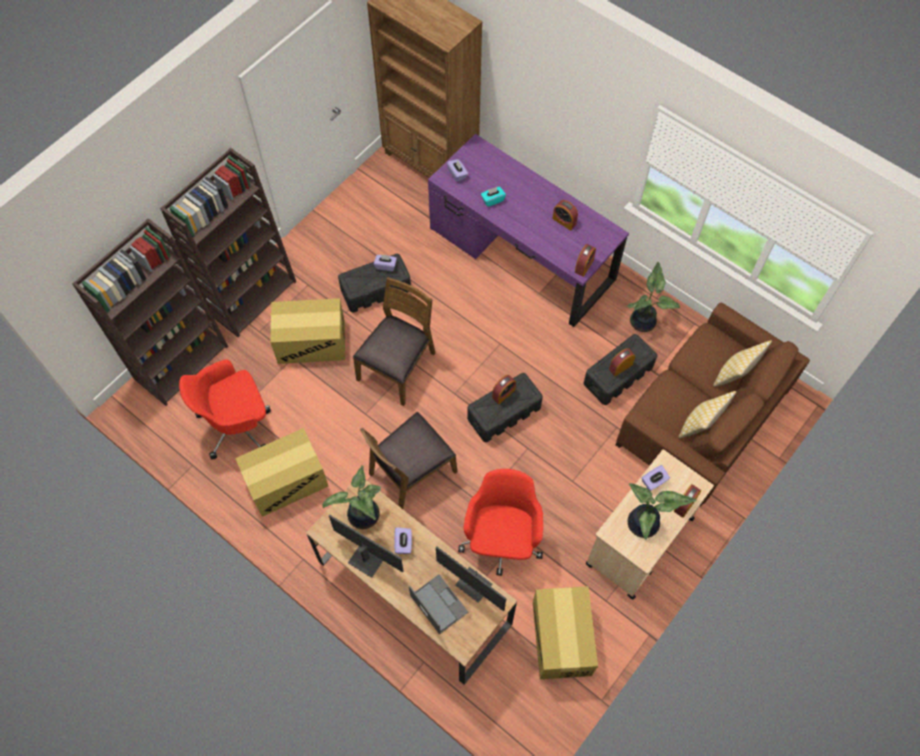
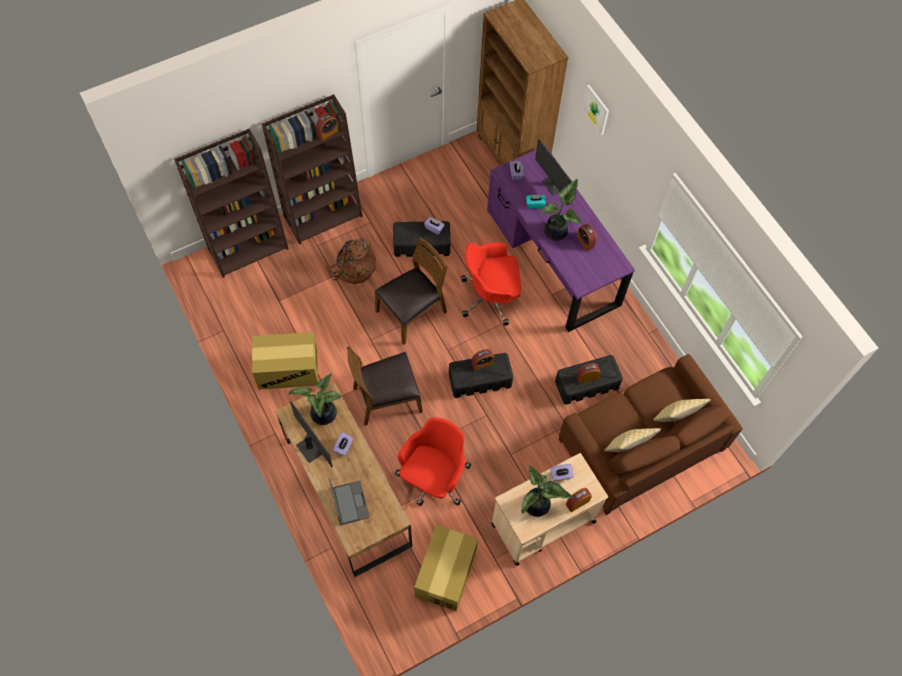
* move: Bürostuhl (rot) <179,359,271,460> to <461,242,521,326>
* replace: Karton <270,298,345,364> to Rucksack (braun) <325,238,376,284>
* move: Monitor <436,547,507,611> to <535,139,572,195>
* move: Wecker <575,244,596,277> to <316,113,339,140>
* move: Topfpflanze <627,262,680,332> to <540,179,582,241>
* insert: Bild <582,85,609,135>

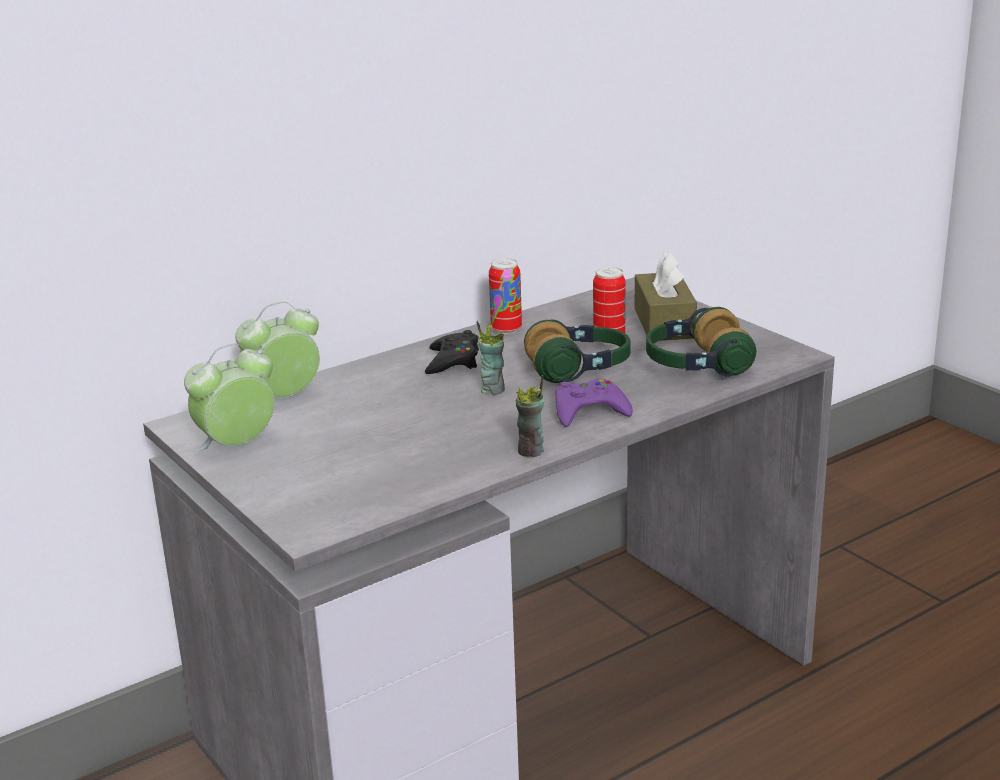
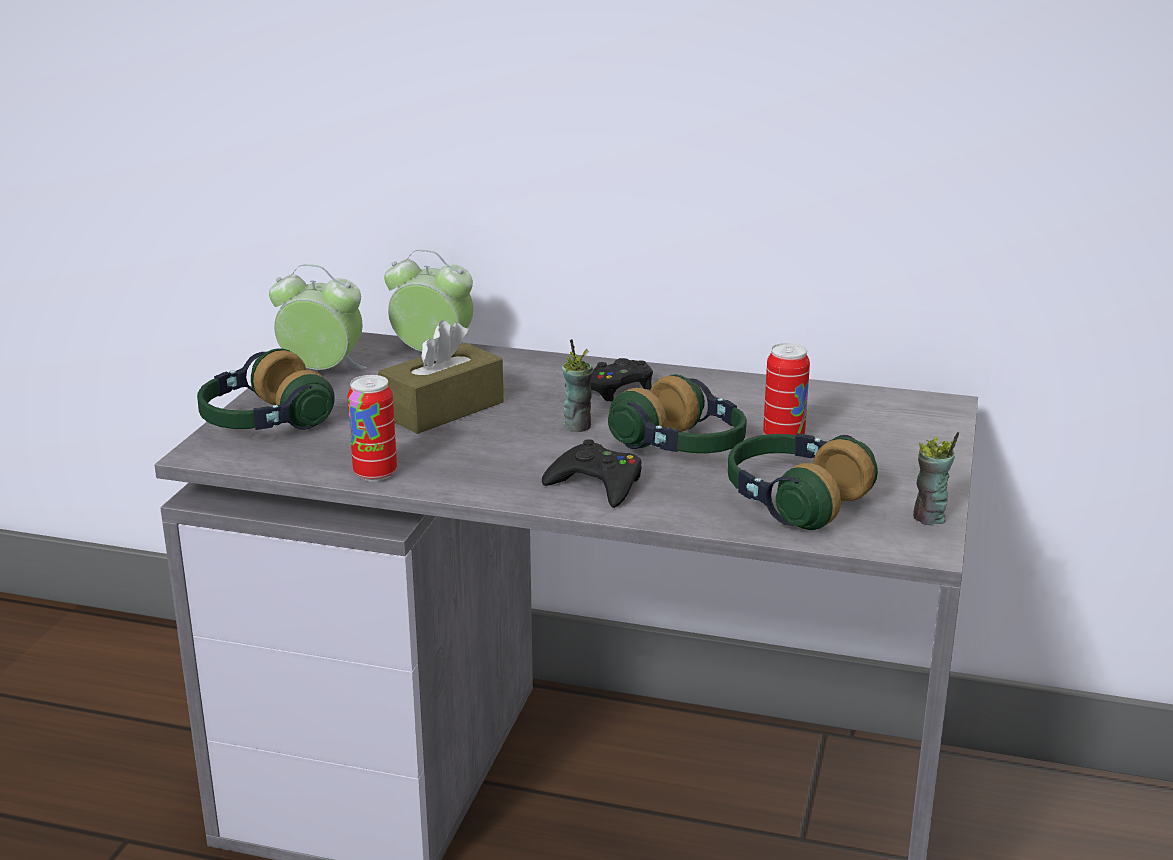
* move: Dose <489,258,522,334> to <347,375,397,481>
* move: Tasse <516,376,545,457> to <913,432,959,526>
* recolor: Gamepad (lila) <555,379,633,427> to Gamepad (schwarz) <542,439,642,508>
* move: Taschentuchbox (braun) <635,252,697,341> to <378,320,504,434>
* insert: Kopfhörer <197,348,335,430>

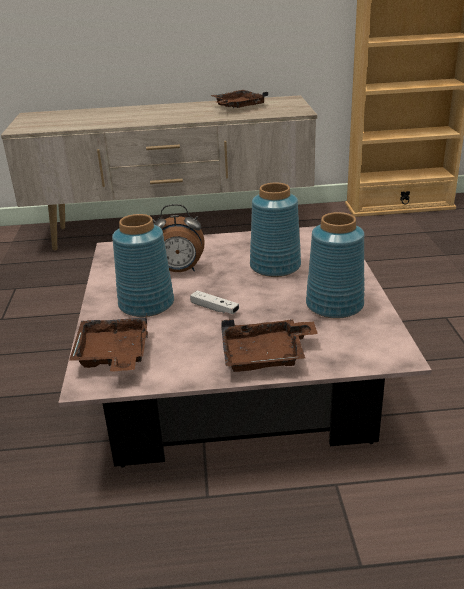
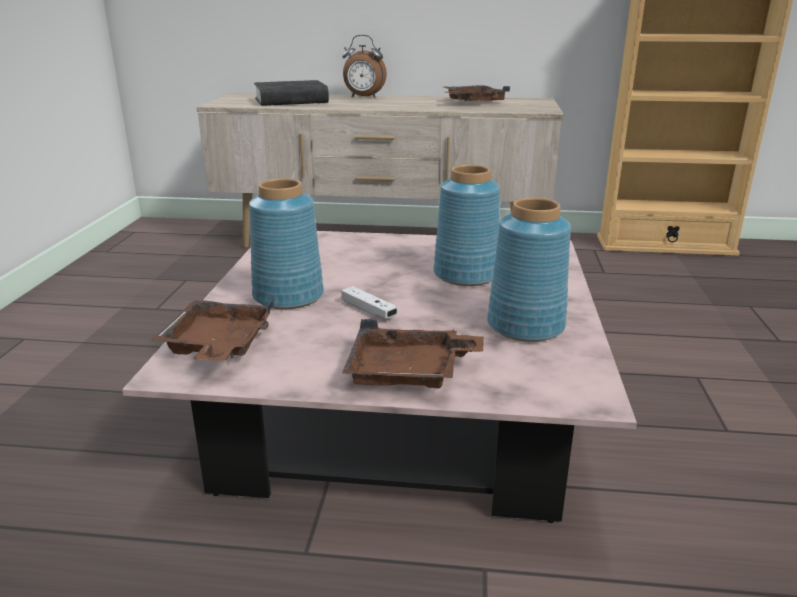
* move: Wecker <153,204,205,272> to <342,35,387,98>
* insert: Buch (schwarz) <254,80,329,106>

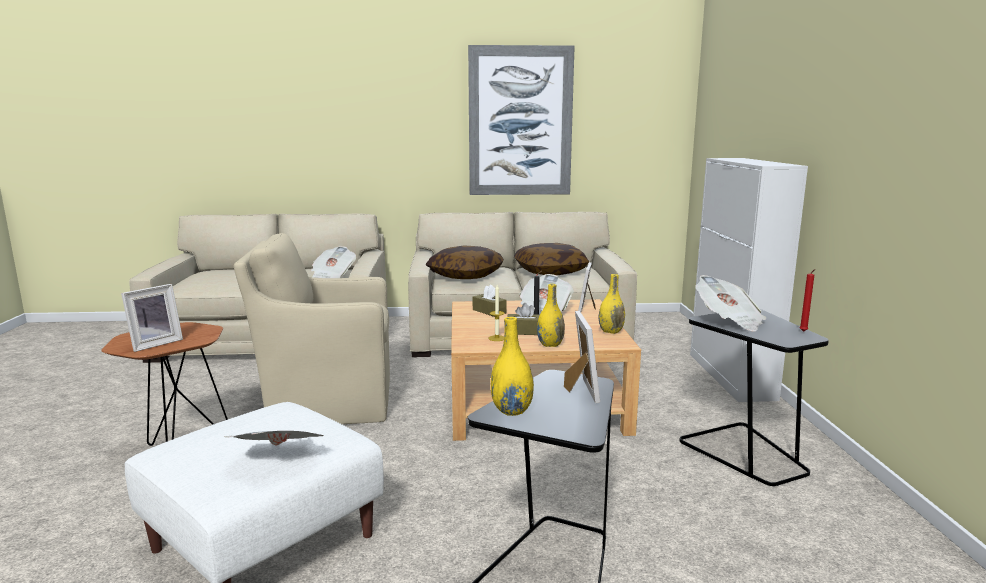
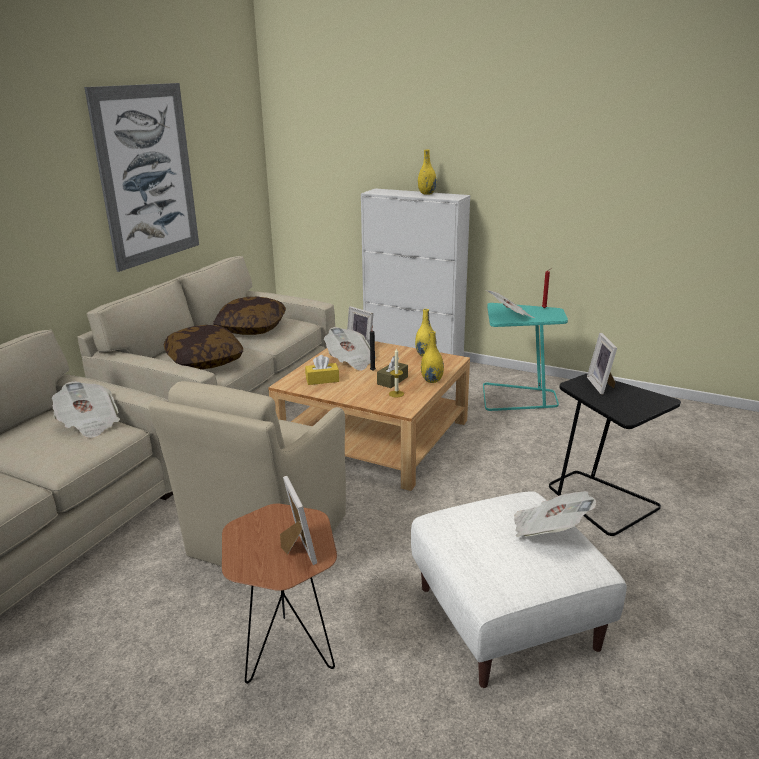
* recolor: Taschentuchbox (braun) <473,285,506,317> to Taschentuchbox (gelb) <305,355,339,385>
* move: Vase (gelb) <491,317,534,416> to <418,150,437,195>
* rotate: Bilderrahmen <564,310,600,403> = <587,333,617,395> 120 degrees counterclockwise
* recolor: Beistelltisch (schwarz) <679,309,829,486> to Beistelltisch (türkis) <483,303,568,411>

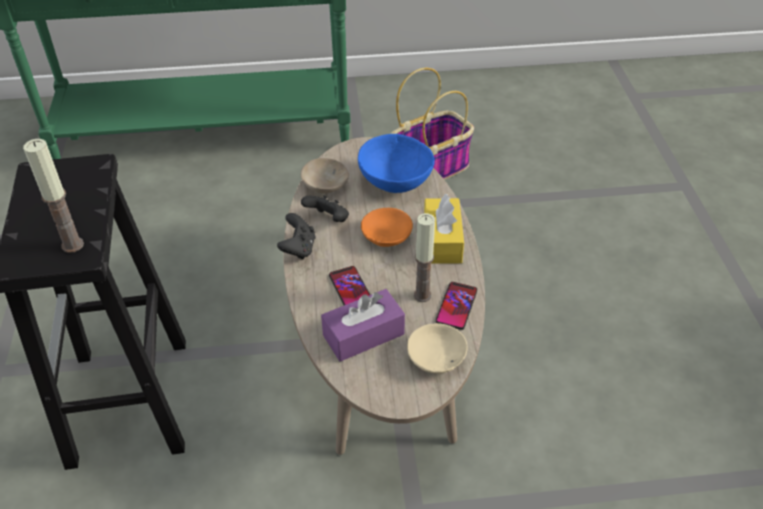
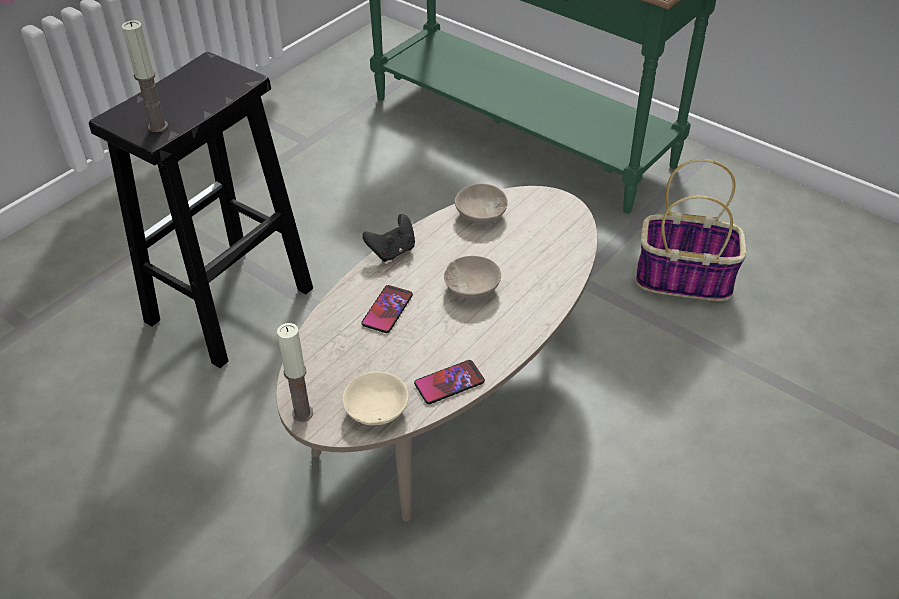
* delete: Gamepad (schwarz) <301,195,349,222>
* delete: Taschentuchbox (lila) <321,289,405,362>
* delete: Schüssel (blau) <358,134,435,193>
* recolor: Schüssel (orange) <361,208,413,247> to Schüssel (beige) <444,256,501,299>
* move: Kerze <414,213,435,302> to <277,323,313,422>
* delete: Taschentuchbox (gelb) <424,194,464,264>

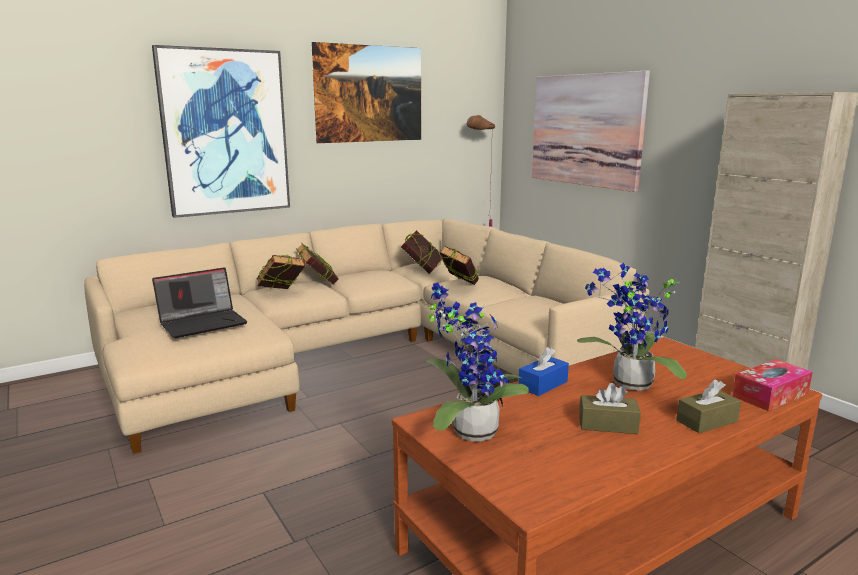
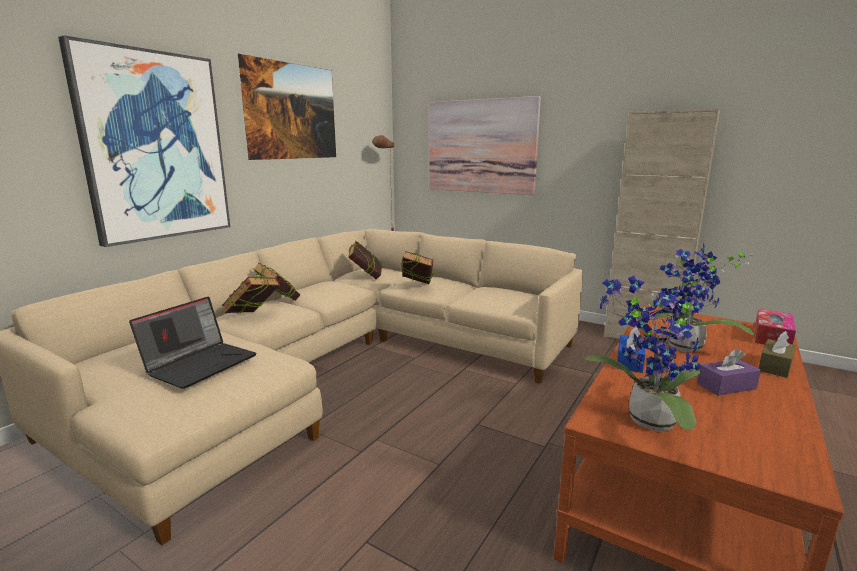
* recolor: Taschentuchbox (braun) <579,383,641,434> to Taschentuchbox (lila) <697,349,761,396>

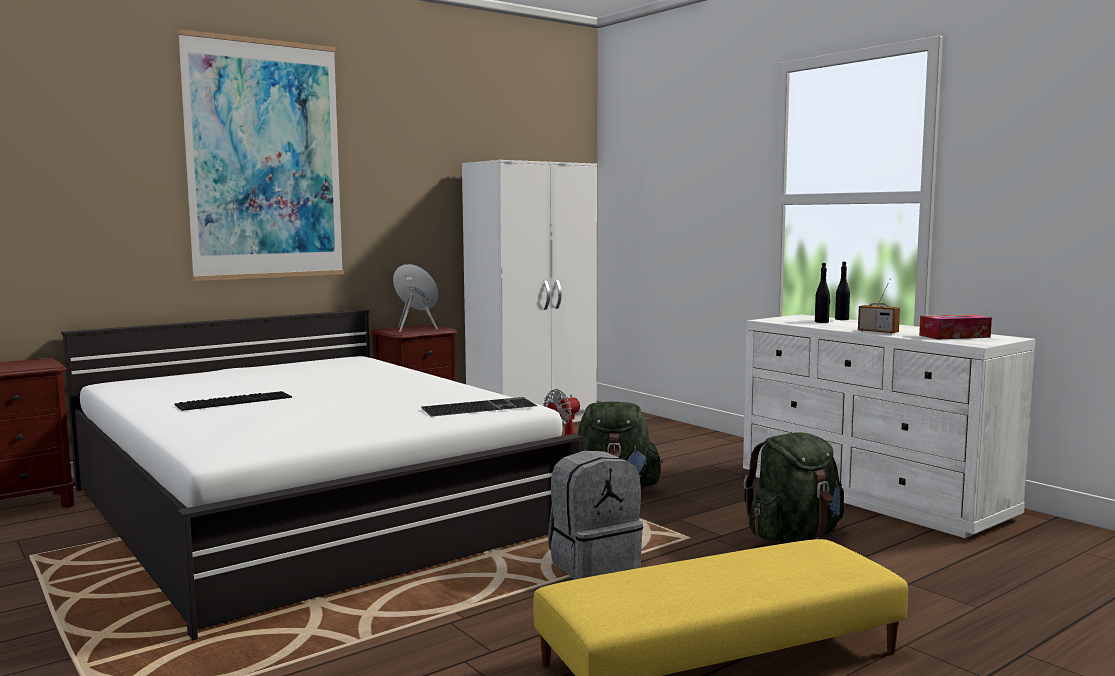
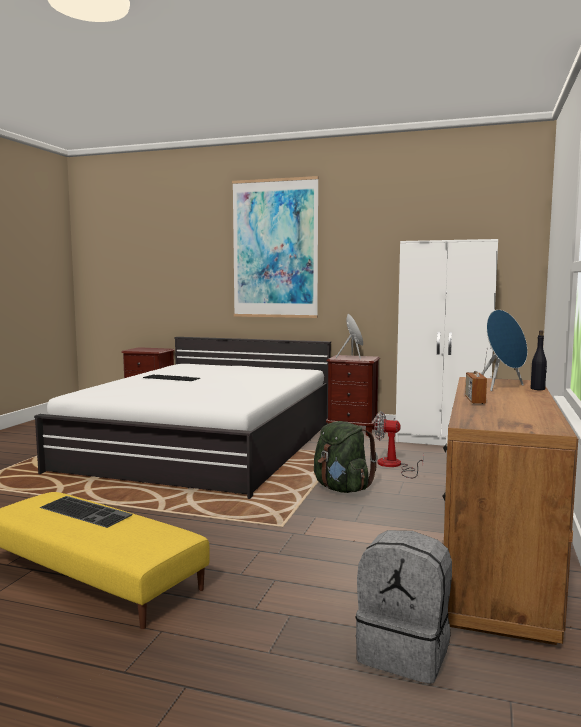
* move: Tastatur <421,397,537,417> to <39,496,132,528>
* move: Rucksack (grau) <548,450,643,580> to <356,530,452,684>
* recolor: Kommode (weiß) <743,314,1035,538> to Kommode (braun) <443,377,578,645>
* delete: Rucksack (grün) <743,432,844,543>
* replace: Flasche (schwarz) <815,263,830,323> to Lautsprecher (blau) <481,310,527,391>
* delete: Taschentuchbox <919,314,992,339>

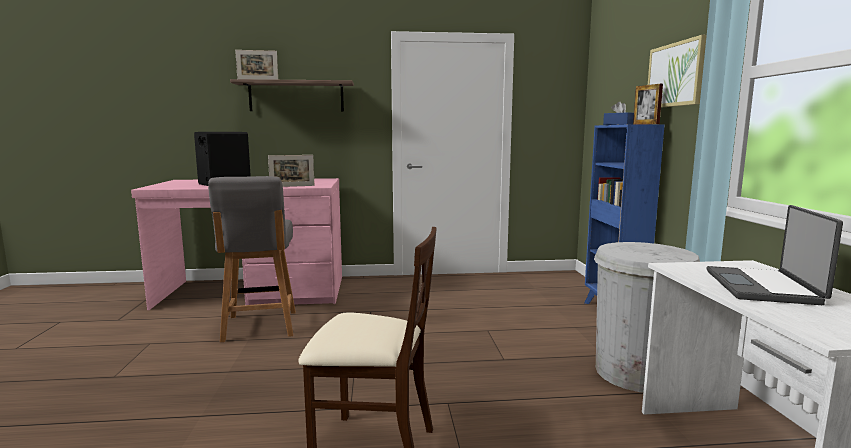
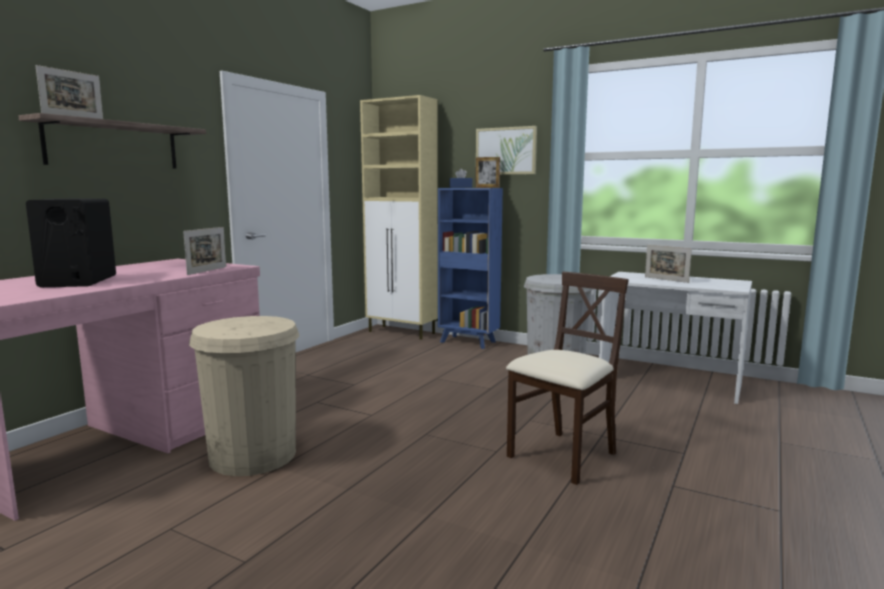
* replace: Stuhl (grau) <208,176,296,342> to Mülleimer (beige) <189,316,300,476>
* replace: Laptop <707,205,843,305> to Bilderrahmen <645,245,692,283>
* insert: Schrank (beige) <360,95,438,340>

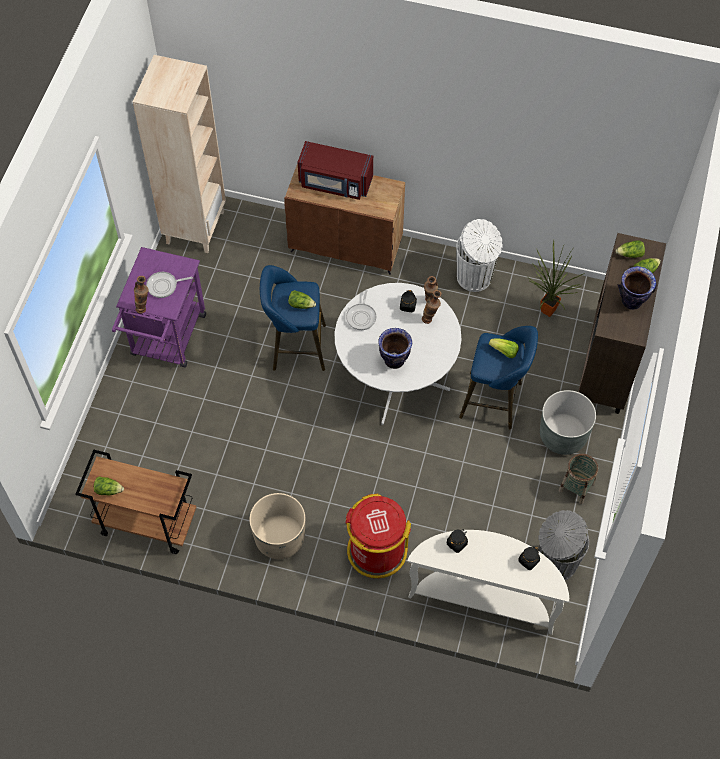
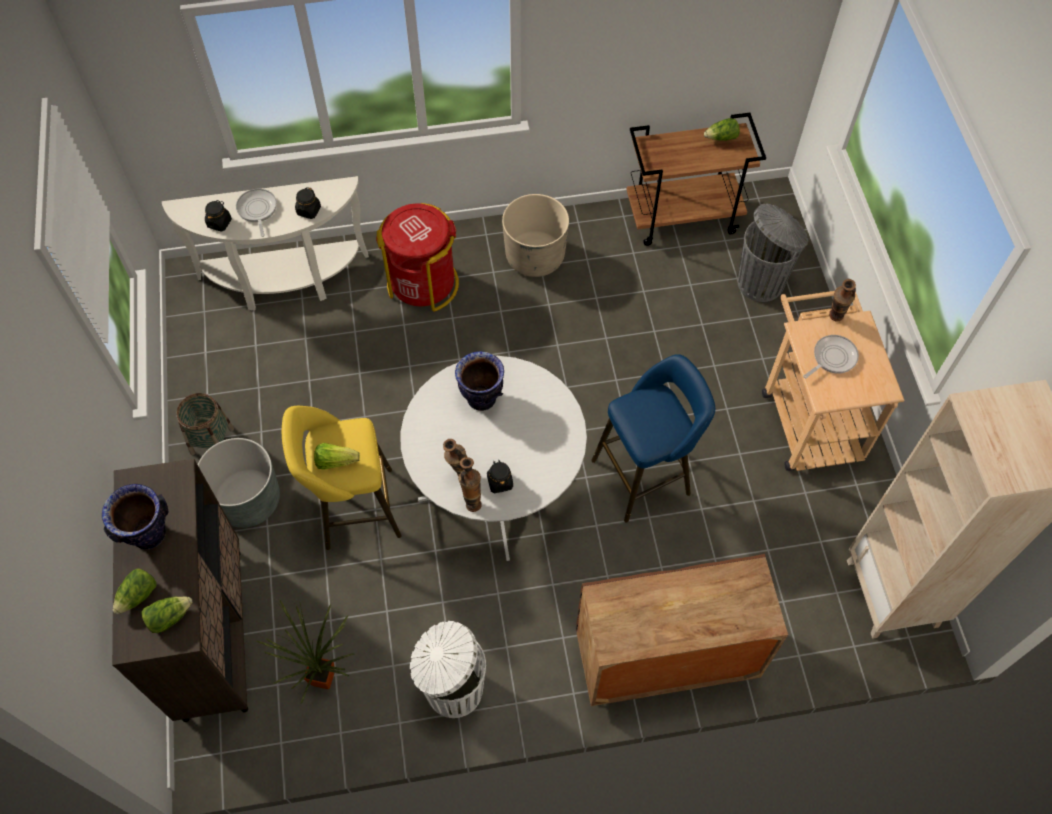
* recolor: Rollwagen (lila) <112,247,206,368> to Rollwagen (beige) <762,291,905,471>
* delete: Salatkopf <288,290,316,309>
* delete: Mikrowelle (rot) <298,141,373,200>
* move: Pfanne <346,290,376,330> to <236,189,277,237>
* recolor: Hocker (blau) <459,326,538,429> to Hocker (gelb) <282,406,402,550>
* move: Mülleimer (grau) <539,510,589,580> to <738,204,808,302>

